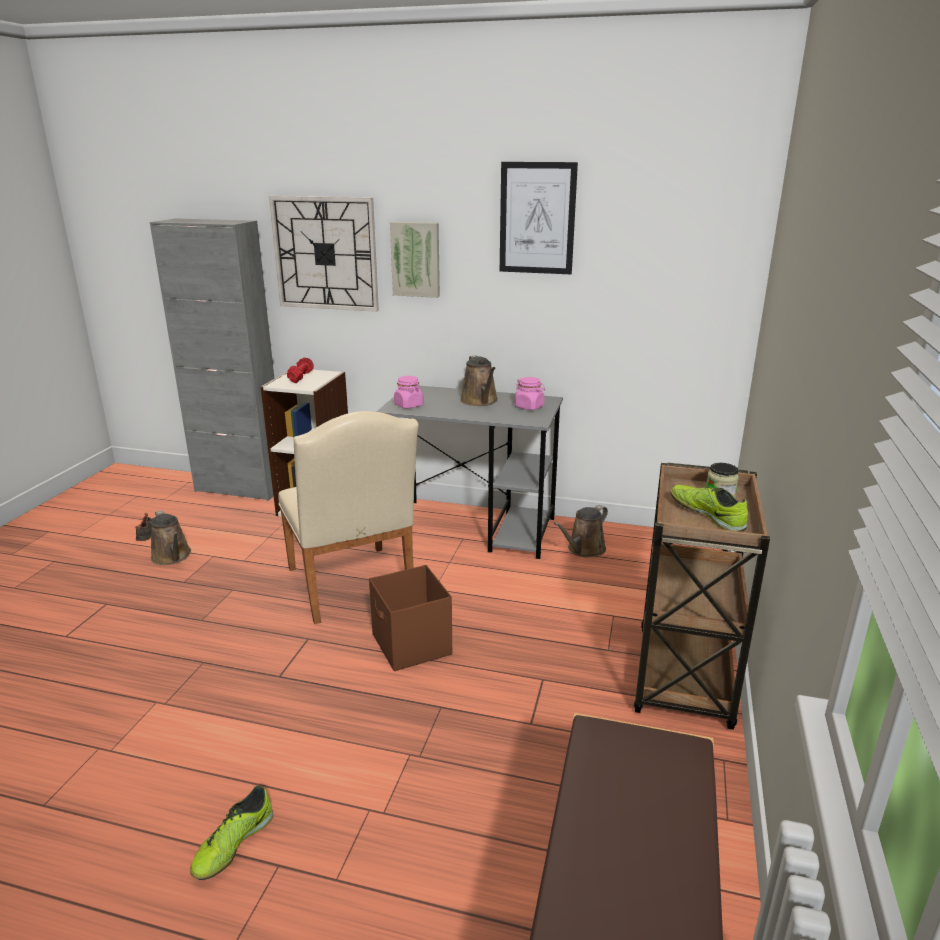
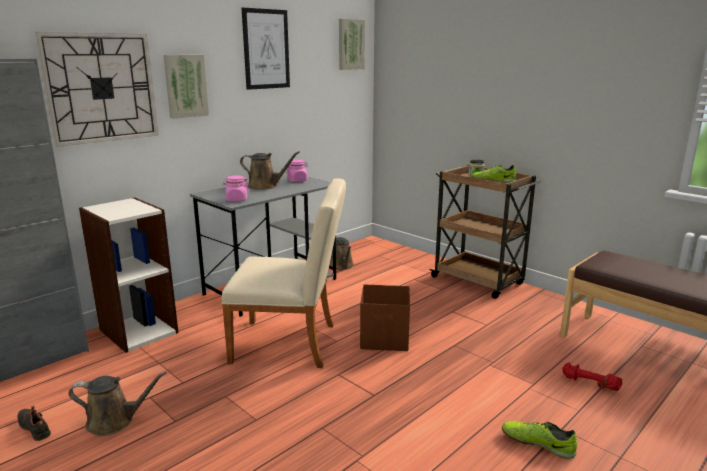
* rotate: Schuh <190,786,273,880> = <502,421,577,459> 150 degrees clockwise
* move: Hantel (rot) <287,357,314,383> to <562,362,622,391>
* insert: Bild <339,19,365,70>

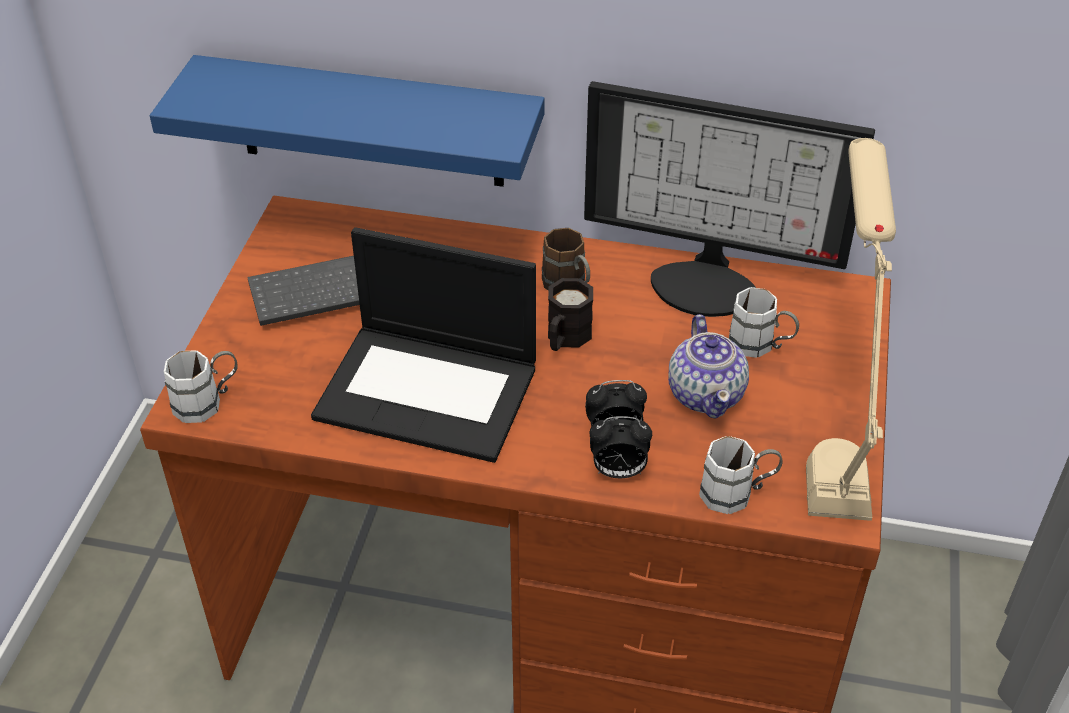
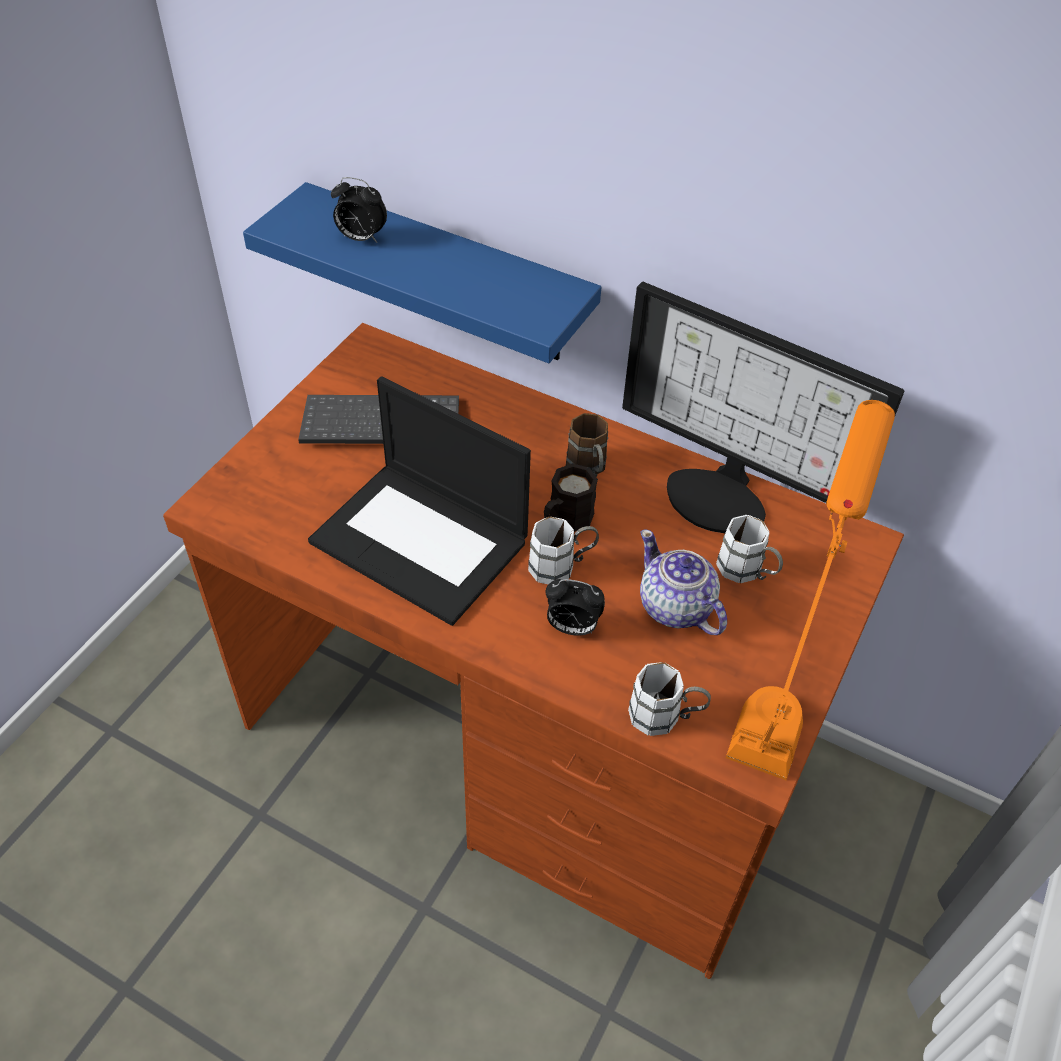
* move: Henkelbecher (weiß) <164,350,238,423> to <528,517,599,585>
* move: Wecker <589,416,652,478> to <331,177,387,243>
* rotate: Teekanne <668,314,749,418> = <640,529,727,635> 135 degrees clockwise
* recolor: Tischlampe (beige) <806,138,896,521> to Tischlampe (orange) <726,400,895,780>

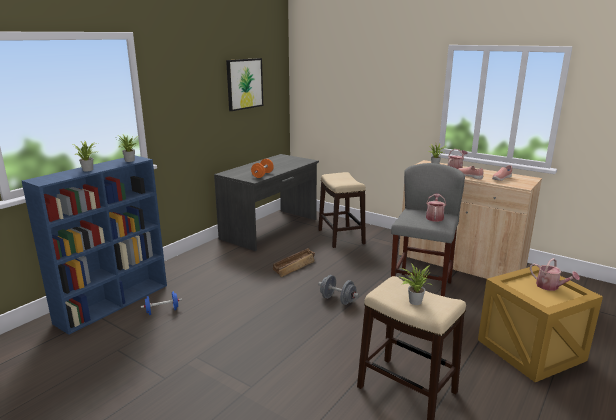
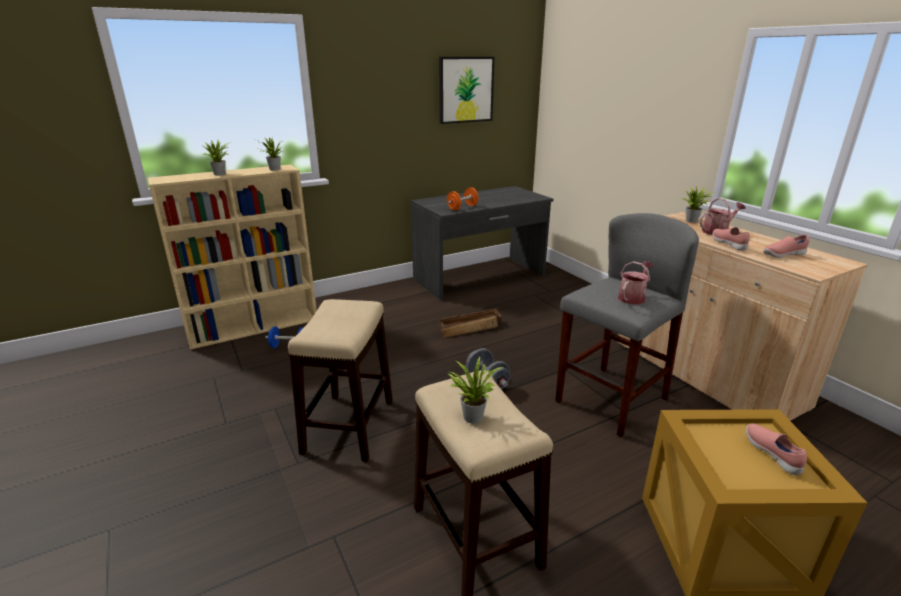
* recolor: Bücherregal (blau) <22,155,167,335> to Bücherregal (beige) <148,164,317,350>
* move: Hocker <318,172,366,248> to <288,299,393,462>
* replace: Gießkanne <530,258,580,291> to Schuh (rosa) <746,423,807,475>

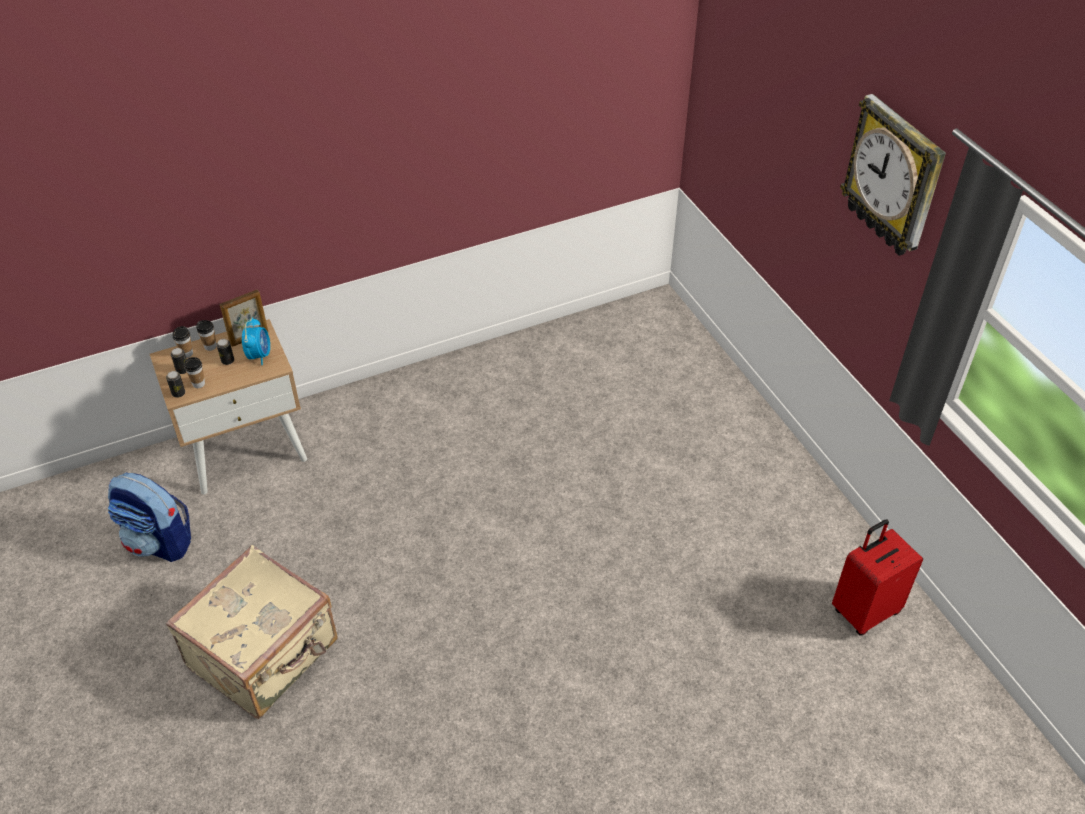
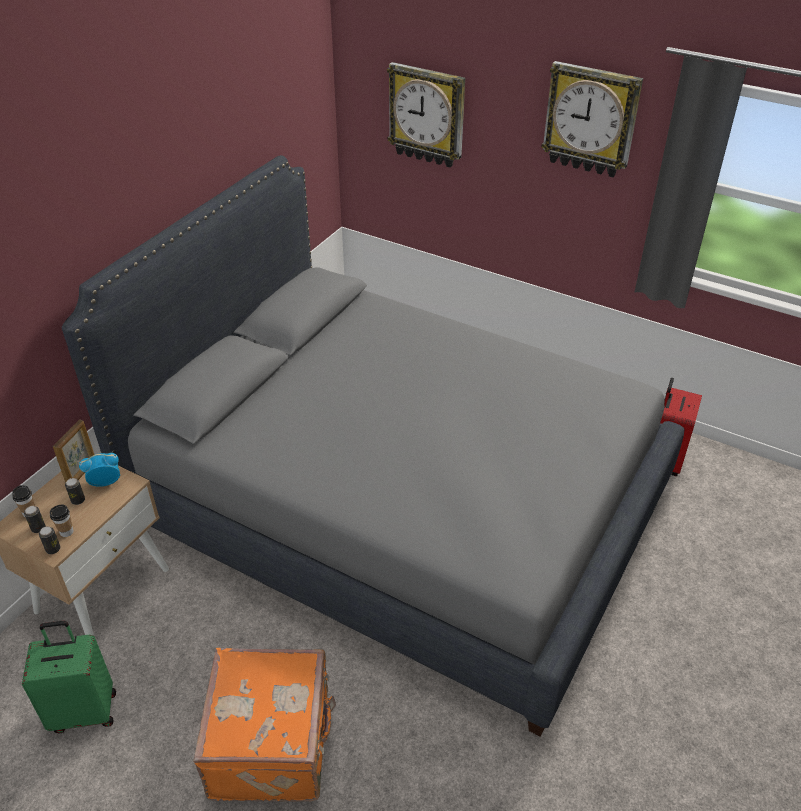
* replace: Rucksack <108,473,191,562> to Koffer (grün) <22,621,116,733>
* recolor: Koffer (beige) <166,545,338,719> to Koffer (orange) <193,648,336,802>
* delete: Tasse <196,320,217,351>
* rotate: Wecker <242,317,270,365> = <79,453,120,487> 75 degrees counterclockwise
* insert: Bett (grau) <62,155,684,737>
* insert: Wanduhr <387,62,465,168>

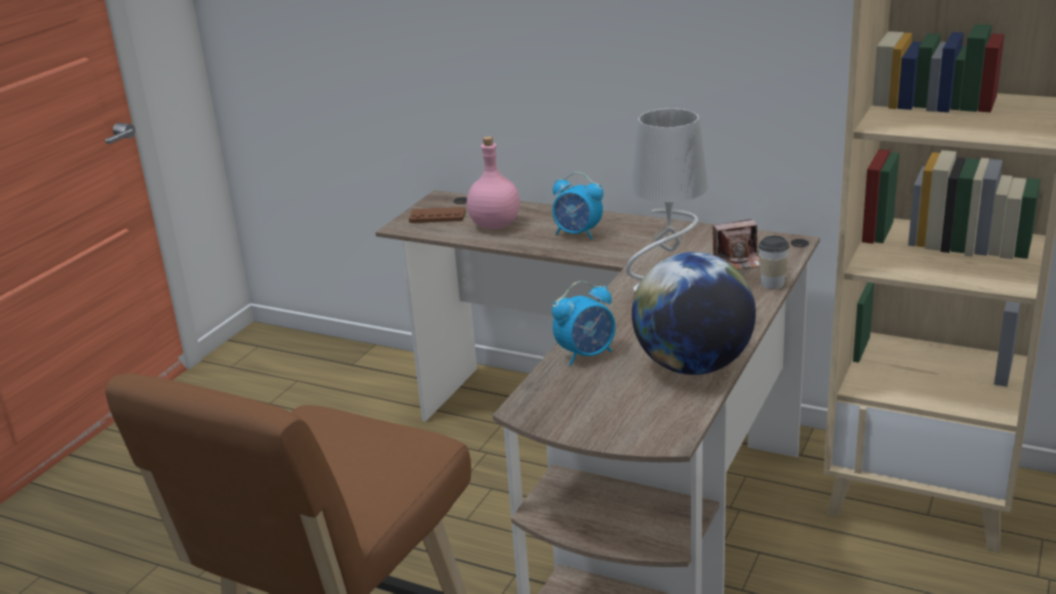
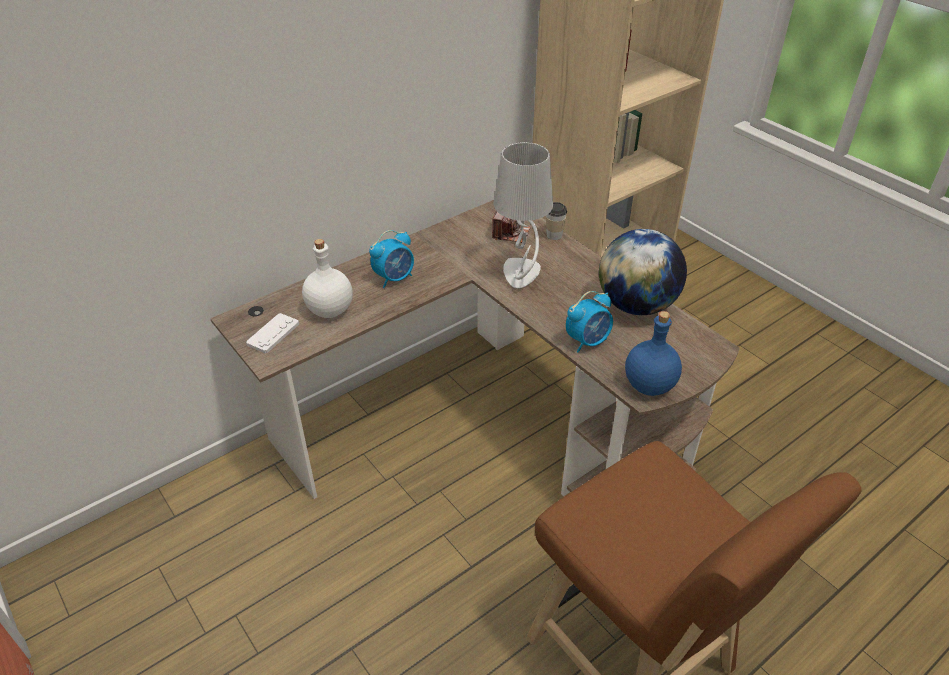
* recolor: Gamepad (braun) <409,207,465,223> to Gamepad (weiß) <246,313,299,353>
* recolor: Flasche (rosa) <467,136,520,229> to Flasche (weiß) <302,239,353,318>
* rotate: Wecker <552,281,616,366> = <566,291,613,353> 60 degrees clockwise
* insert: Flasche (blau) <625,311,682,396>

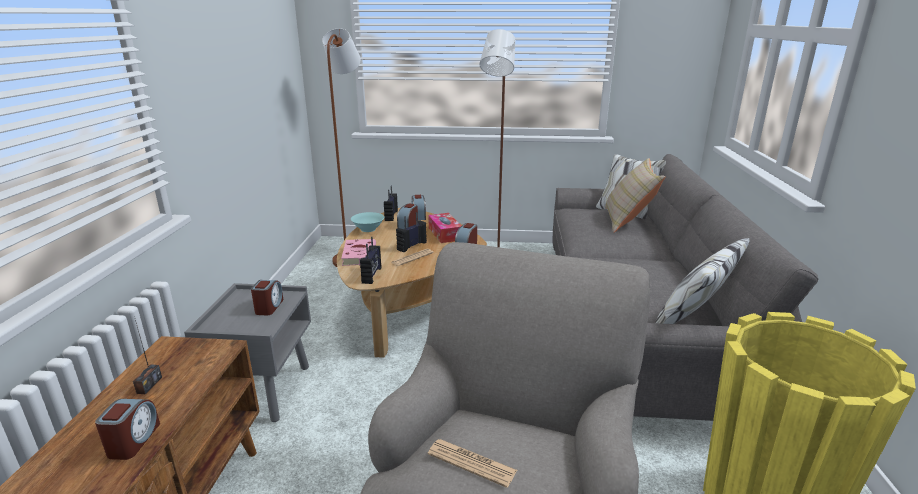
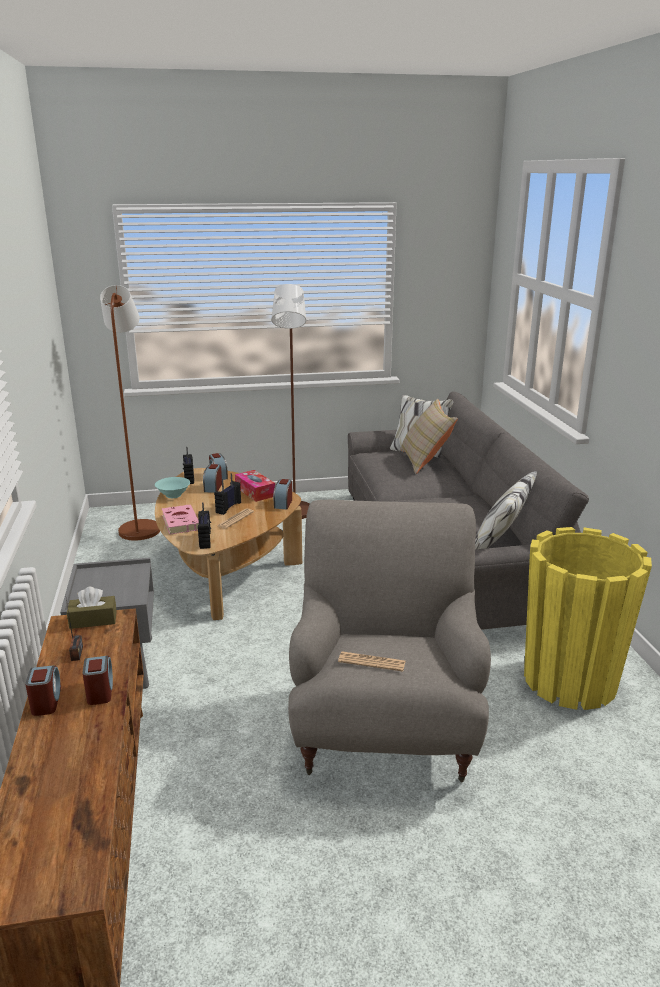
* move: Wecker <251,280,284,315> to <25,665,61,716>
* insert: Taschentuchbox (braun) <67,587,117,629>

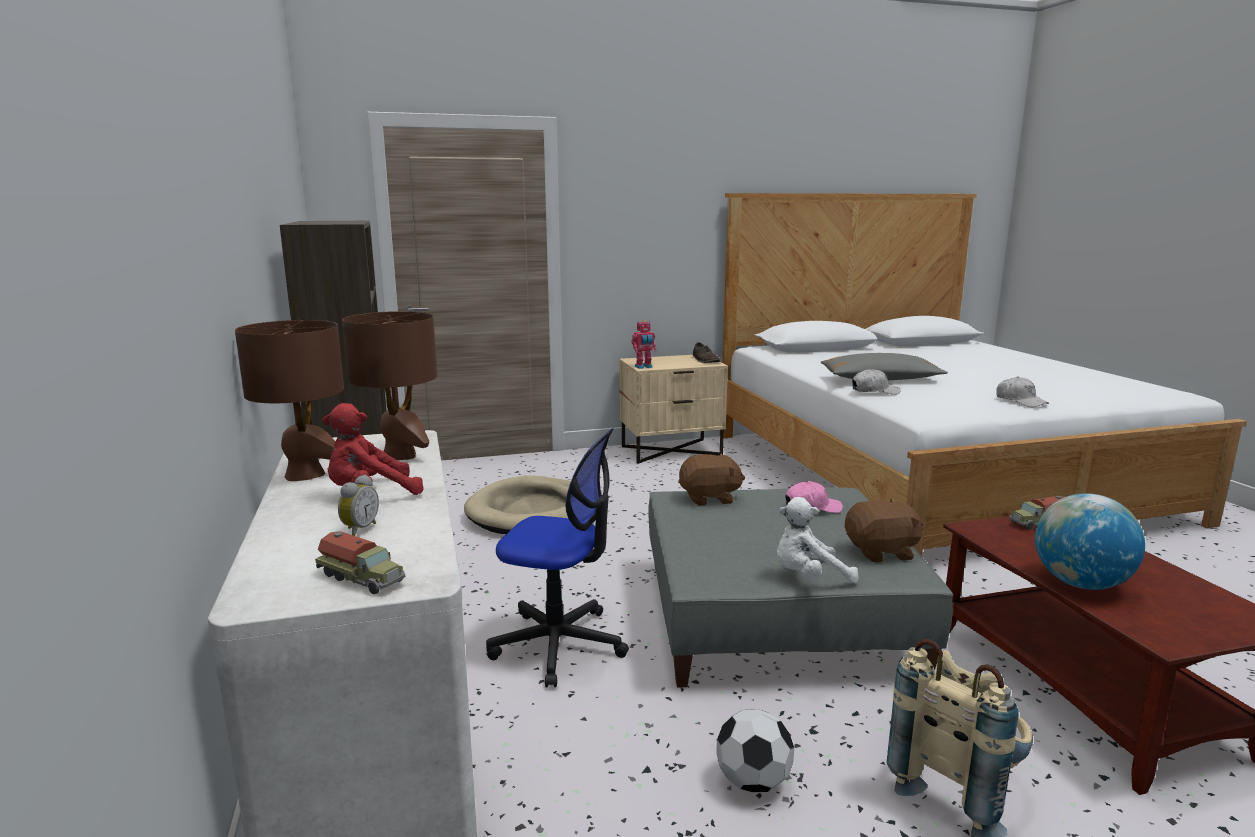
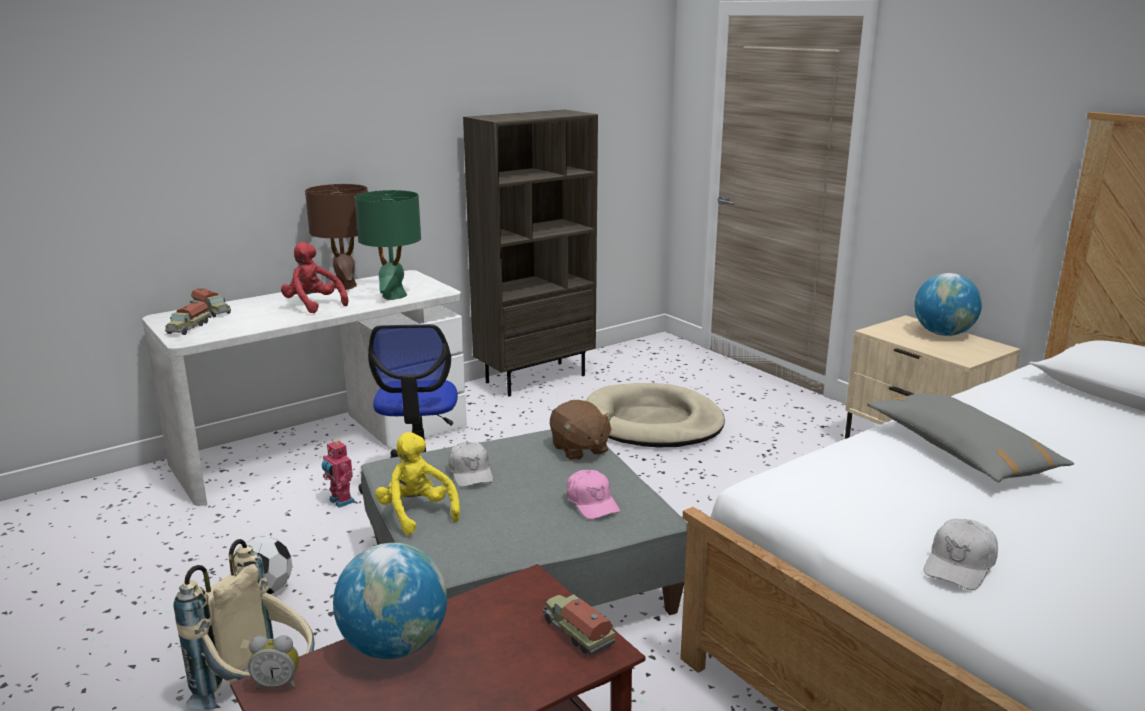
* move: Wecker <338,475,379,536> to <248,635,299,690>
* recolor: Tischlampe (braun) <342,311,438,460> to Tischlampe (grün) <355,190,421,300>
* move: Spielzeugroboter <632,320,656,369> to <322,440,355,508>
* delete: Schuh (braun) <693,342,720,363>
* recolor: Plüschtier (weiß) <777,497,859,583> to Plüschtier (gelb) <375,432,460,535>
* delete: Plüschtier (braun) <845,498,924,562>
* move: Kappe (weiß) <852,369,901,395> to <449,442,493,487>
* insert: Spielzeuglaster <190,288,231,318>
* insert: Globus <914,273,982,336>

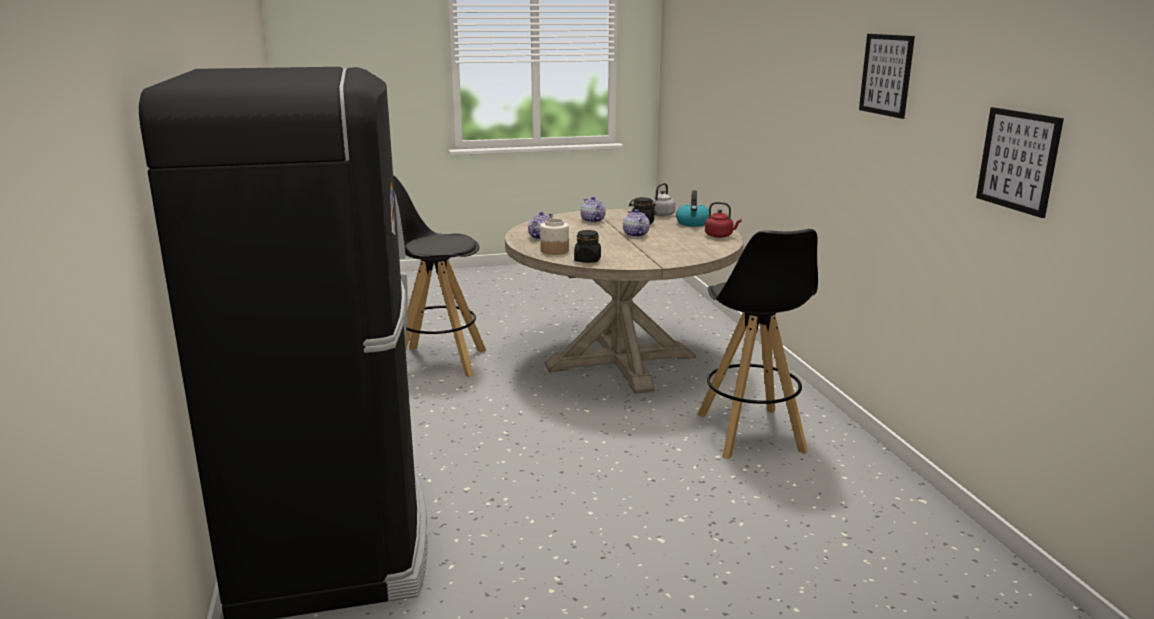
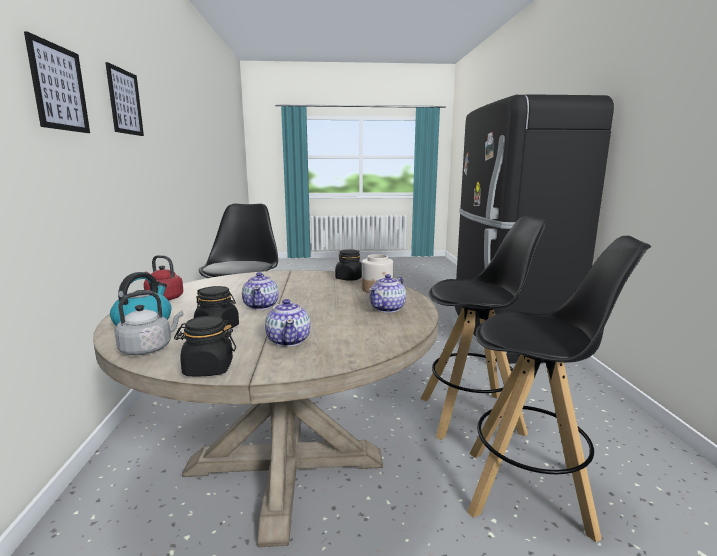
* move: Bild <976,107,1064,218> to <24,32,90,133>
* insert: Vorratsglas (schwarz) <174,316,236,376>
* insert: Hocker (schwarz) <421,216,548,440>

